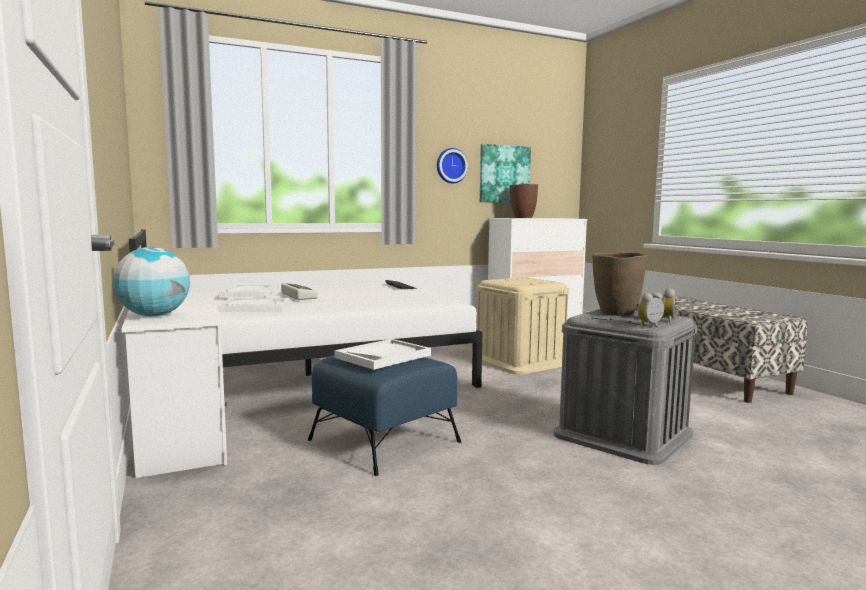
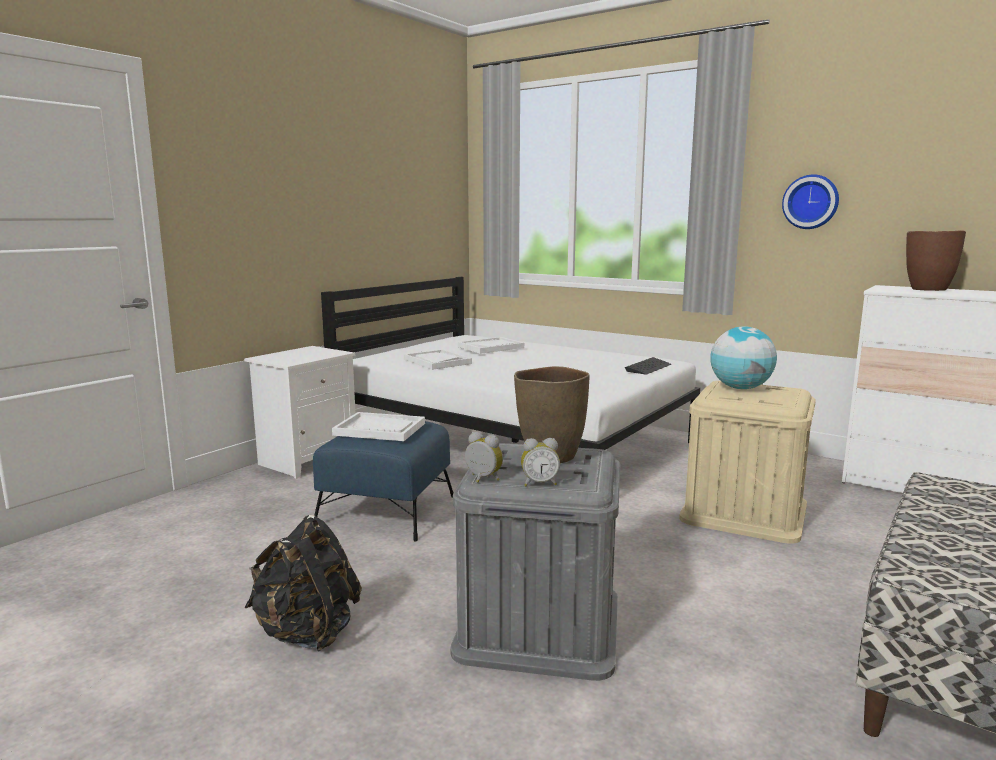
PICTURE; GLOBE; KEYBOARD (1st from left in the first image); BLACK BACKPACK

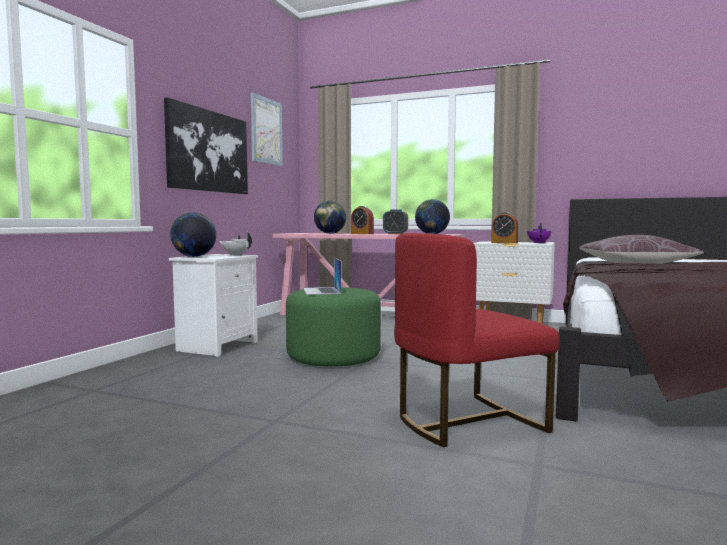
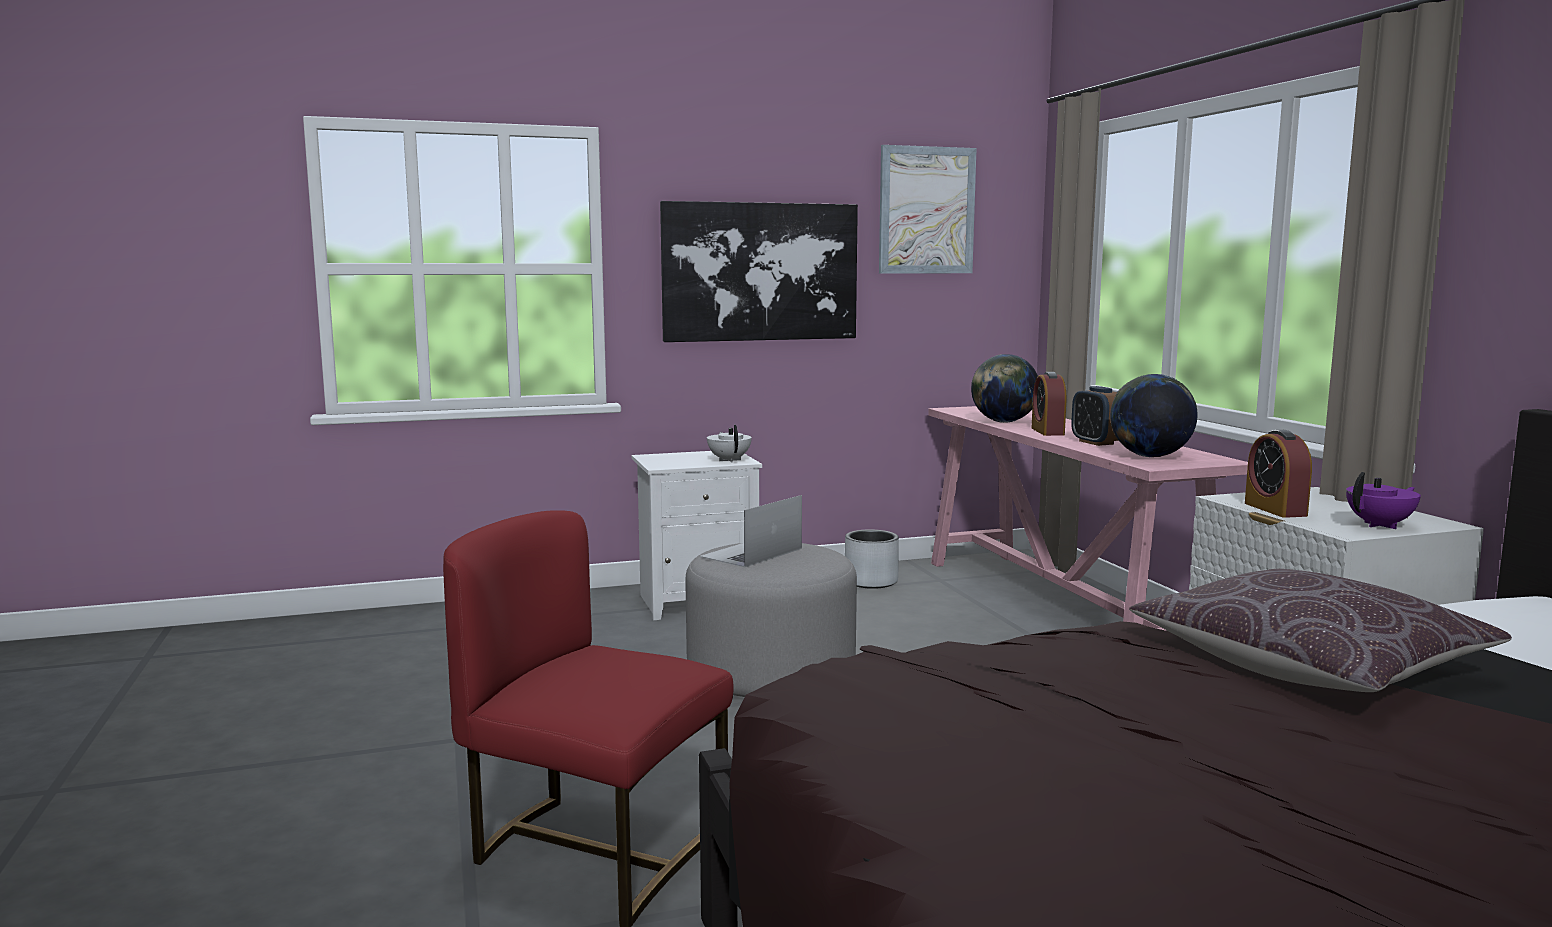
GLOBE (1st from left in the first image); GREY OTTOMAN; GREY PLANTER

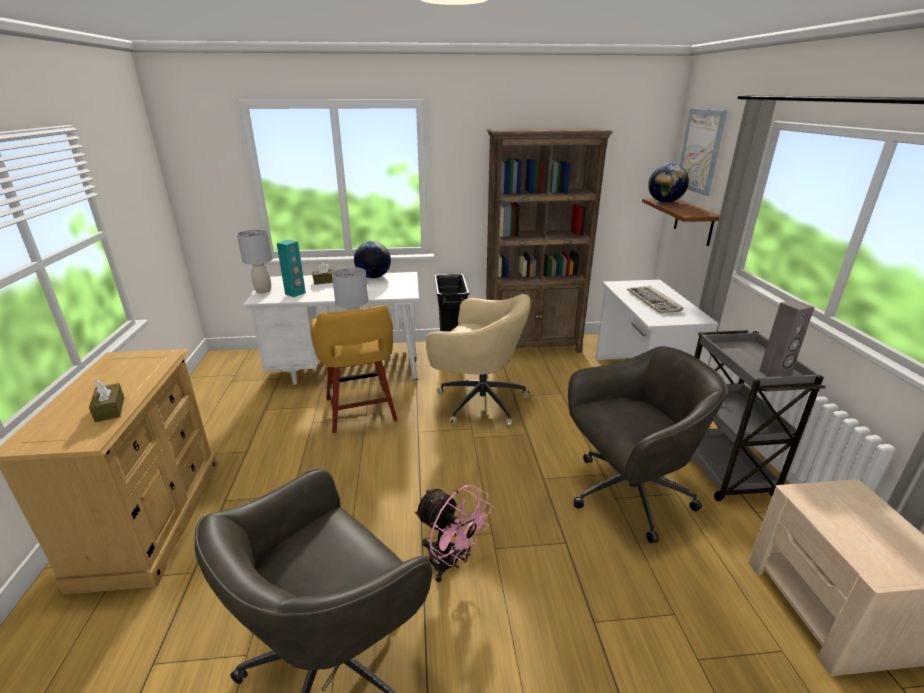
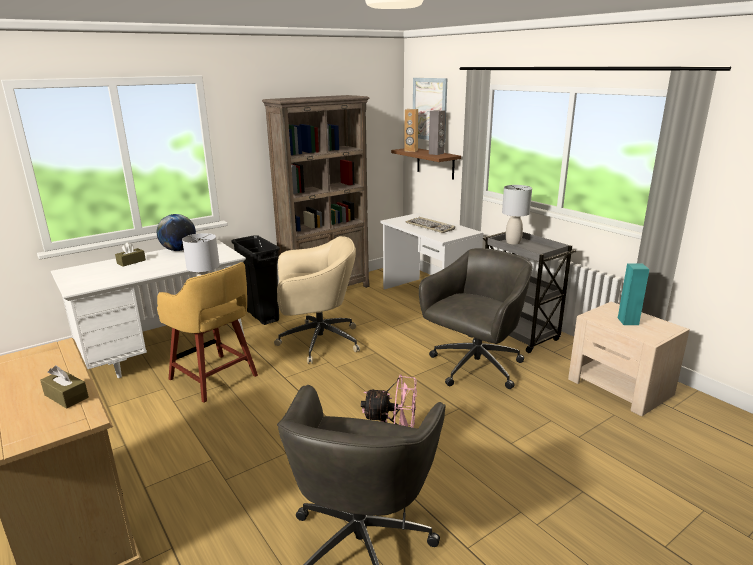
BROWN SPEAKER; GREY TABLE LAMP (2nd from left); TURQUOISE SPEAKER; GREY SPEAKER

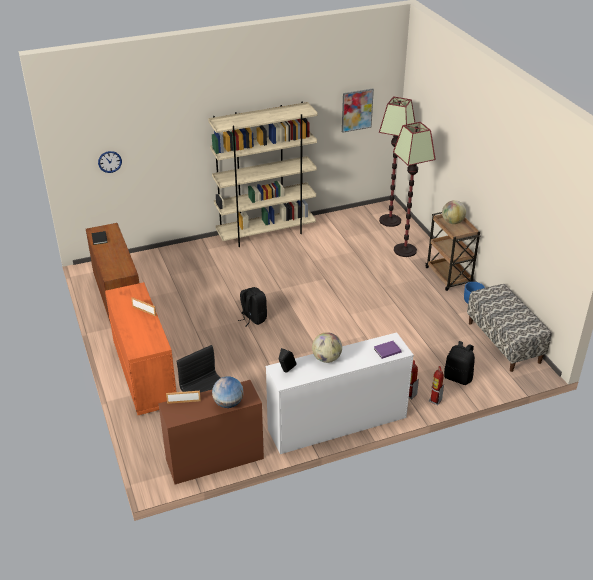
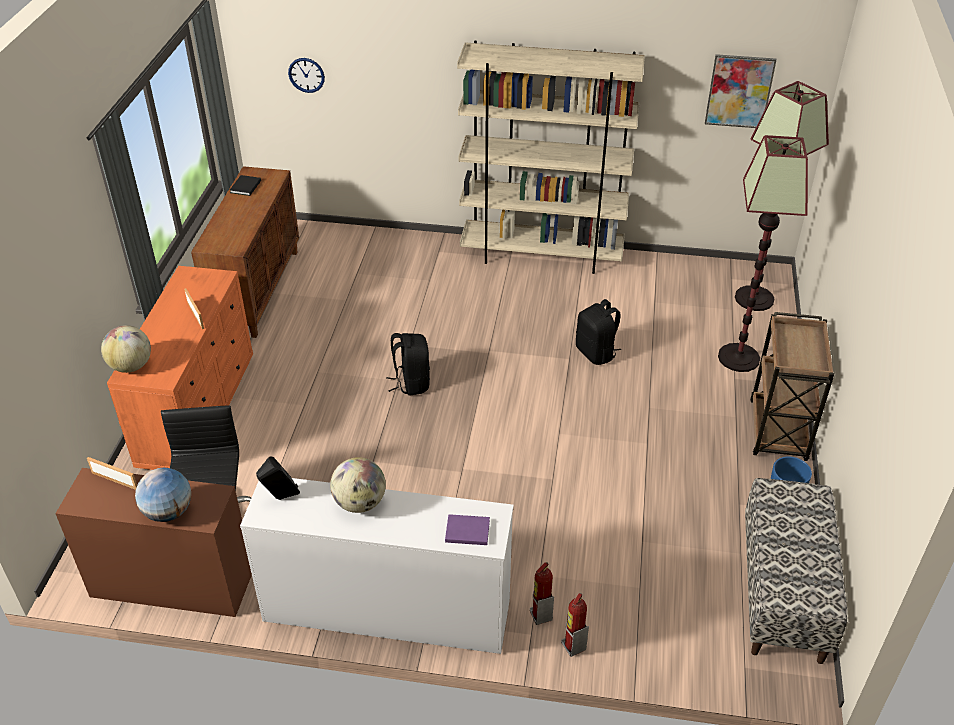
GLOBE (1st from left); BLACK BACKPACK (2nd from left)

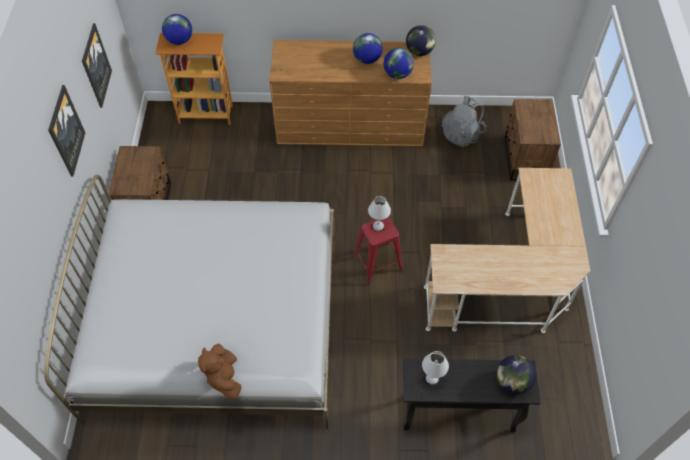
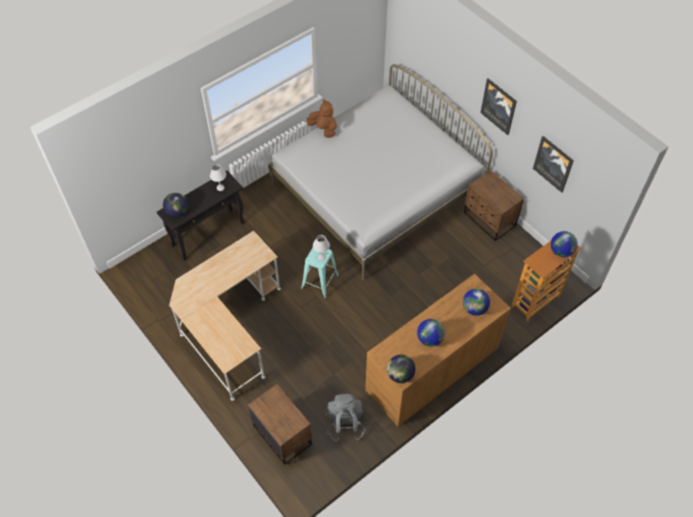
GLOBE (4th from left); TURQUOISE STOOL

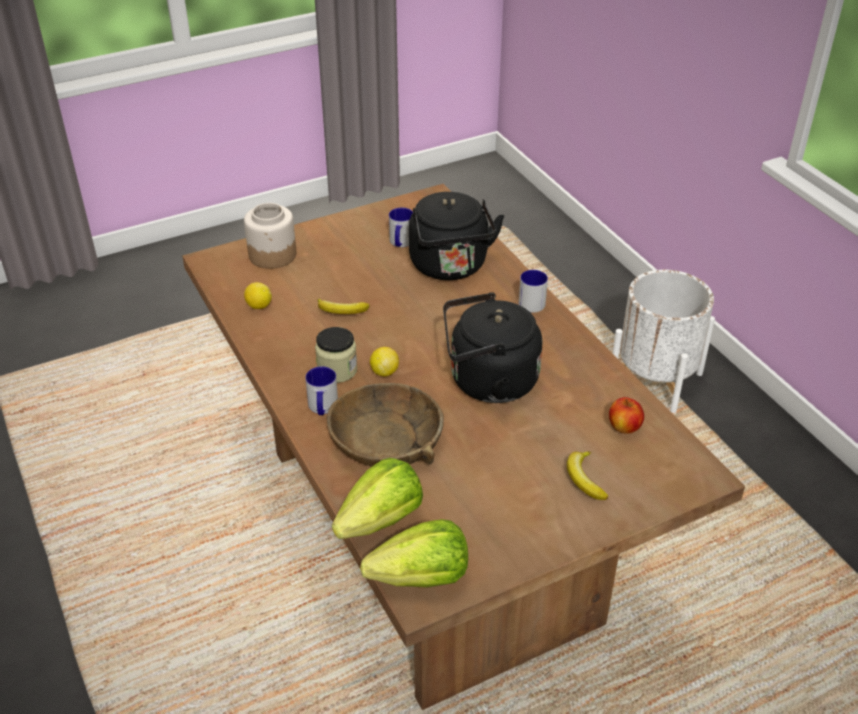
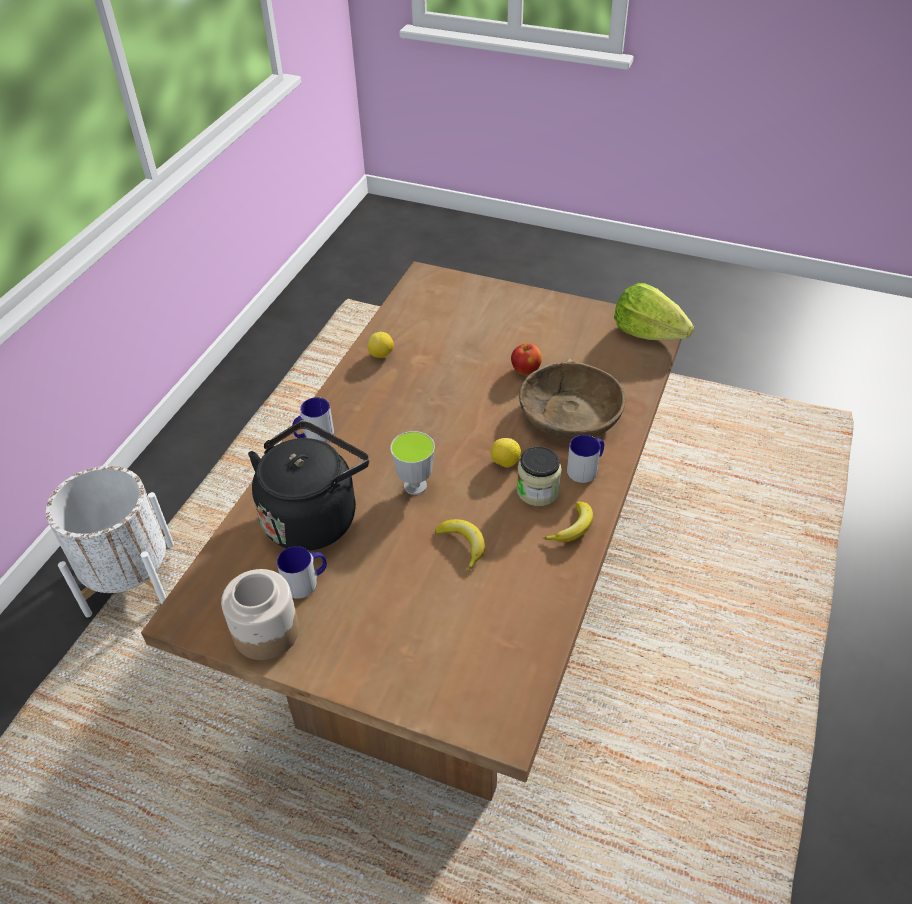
JAR (1st from left); LEMON (1st from left); BLACK KETTLE (2nd from left in the first image); APPLE; BANANA (2nd from left); LETTUCE (1st from left in the first image); CUP

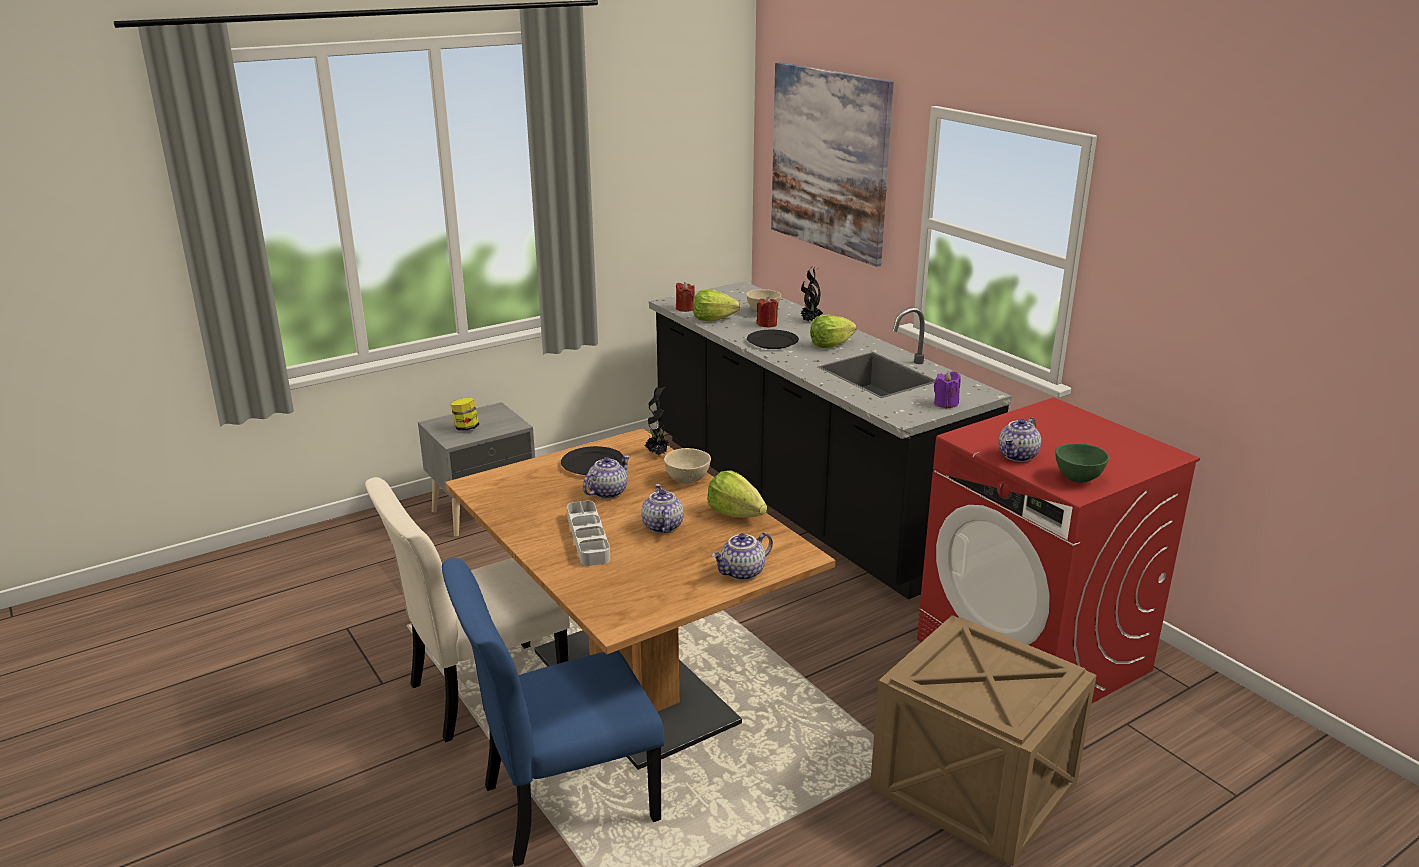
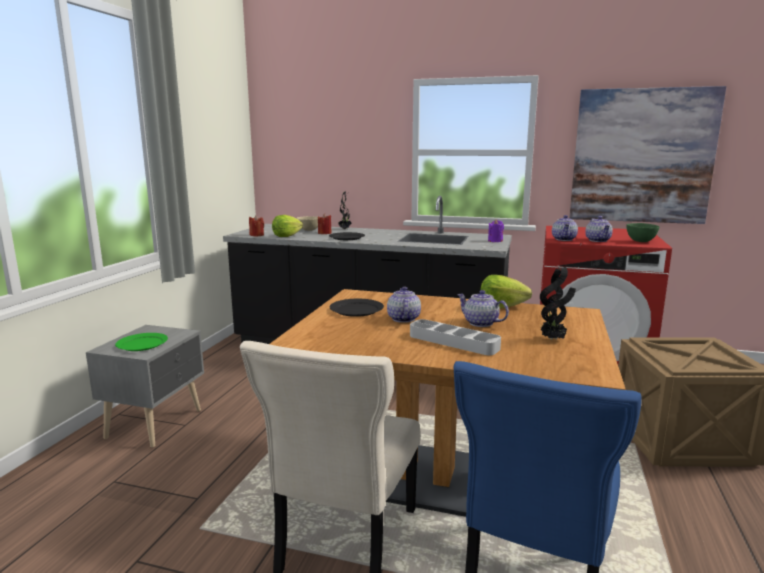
PICTURE; LETTUCE (3rd from left in the first image); POTTED PLANT (2nd from left); GREEN PLATE; BEIGE BOWL (1st from left in the first image); TEAPOT (3rd from left)

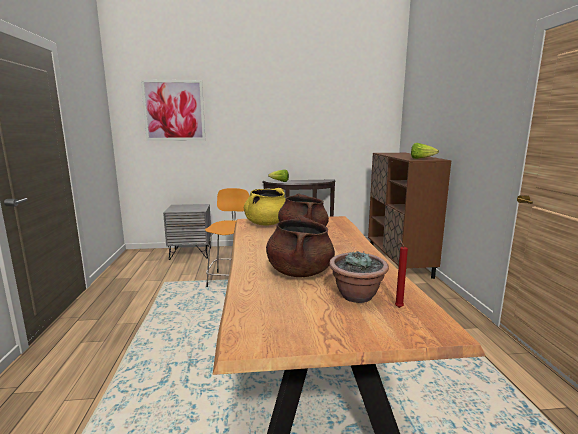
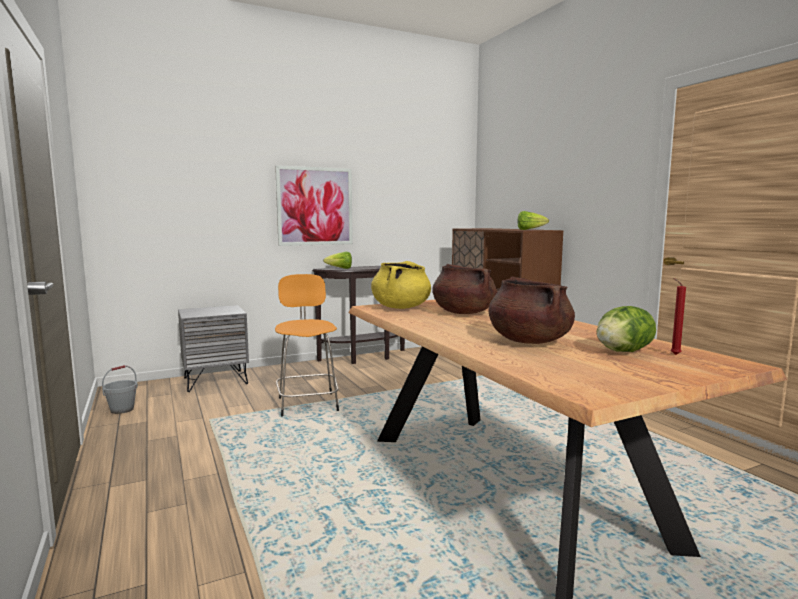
PICTURE; LETTUCE (3rd from left); GREY BUCKET

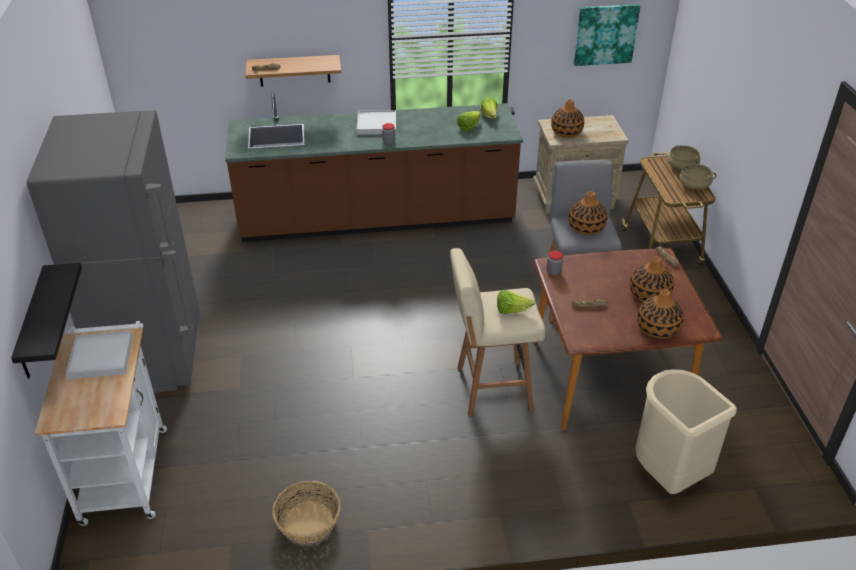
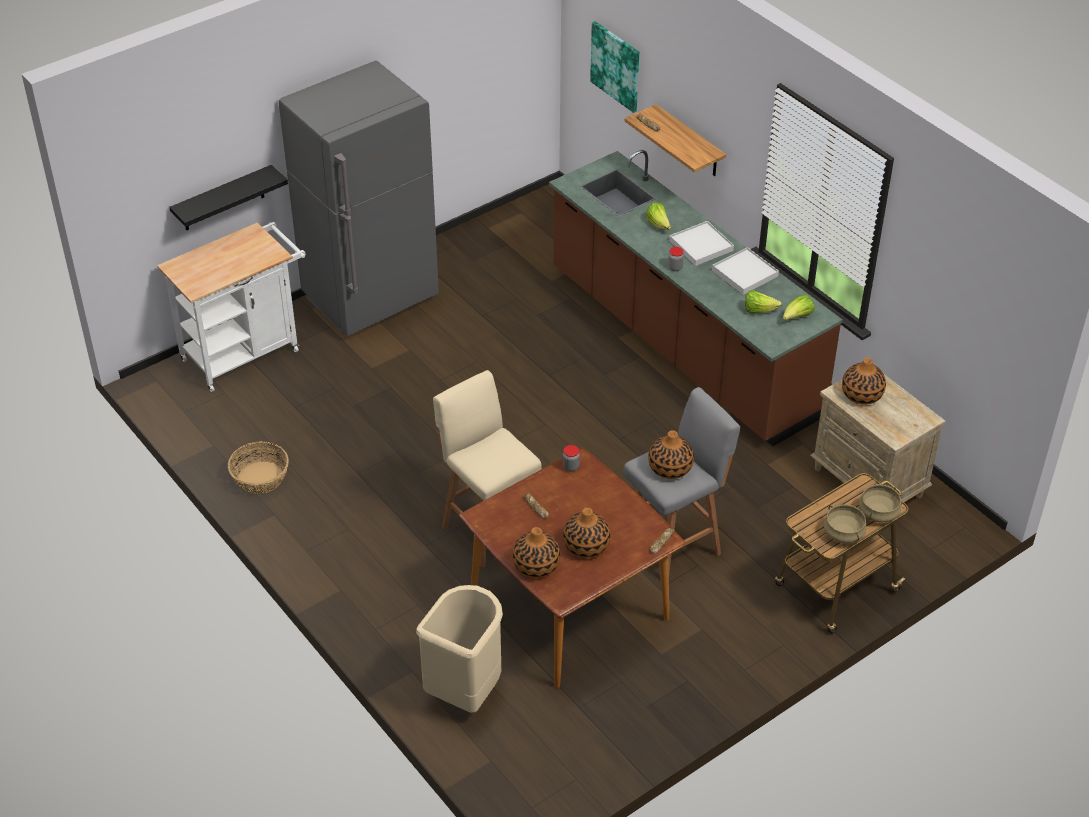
PICTURE; LETTUCE (1st from left); WHITE TRAY (2nd from left)

